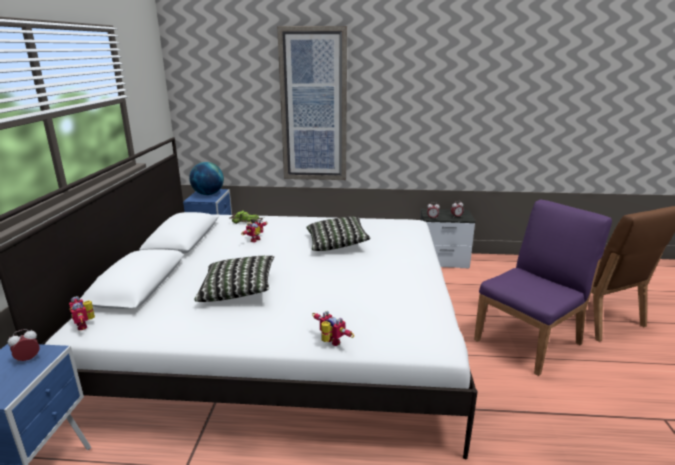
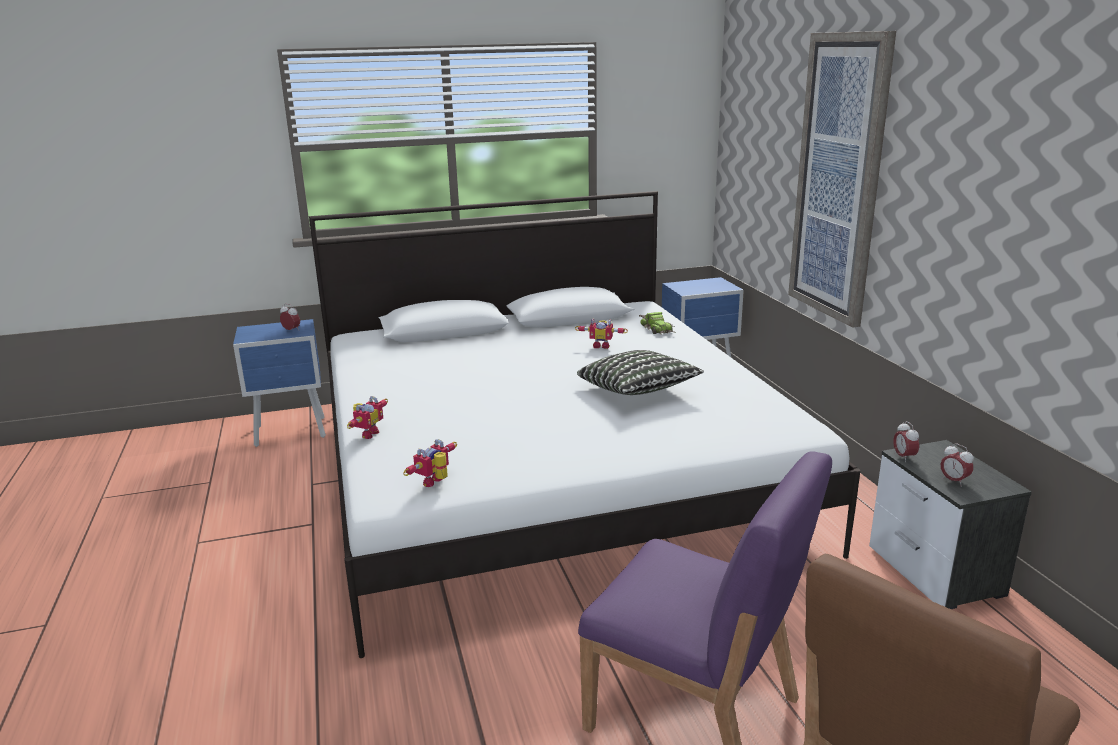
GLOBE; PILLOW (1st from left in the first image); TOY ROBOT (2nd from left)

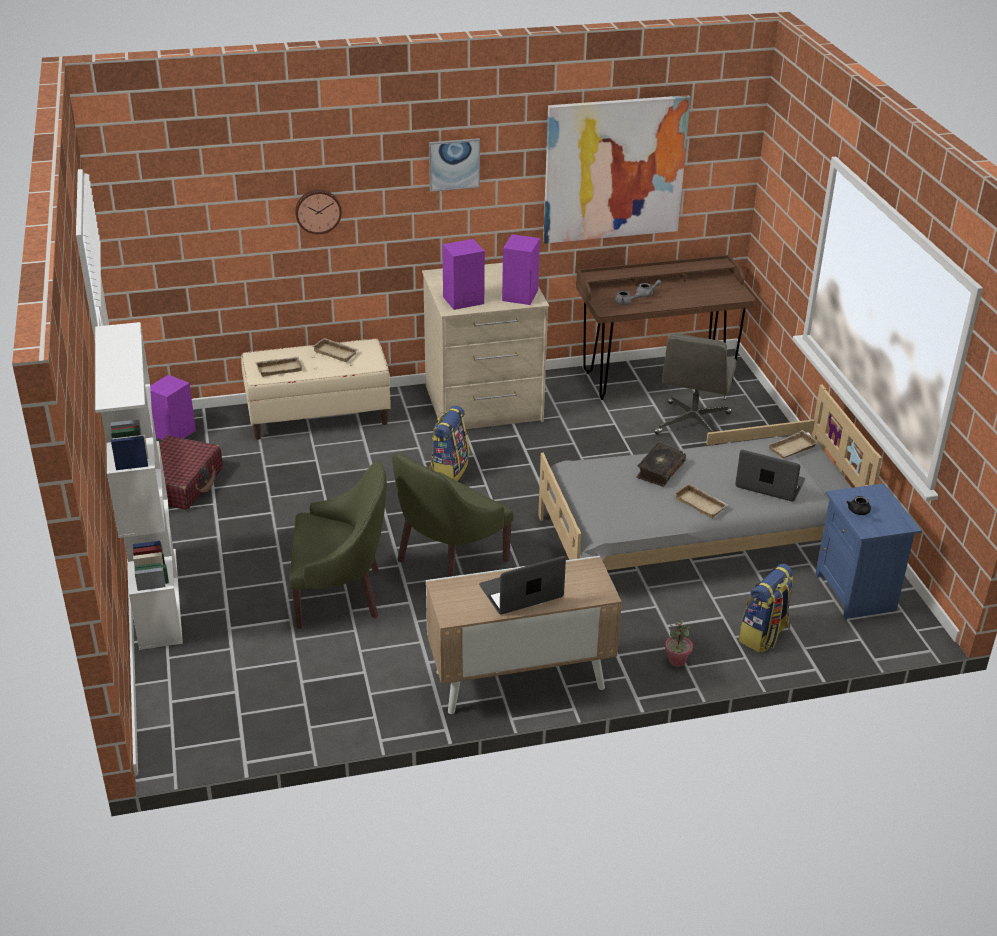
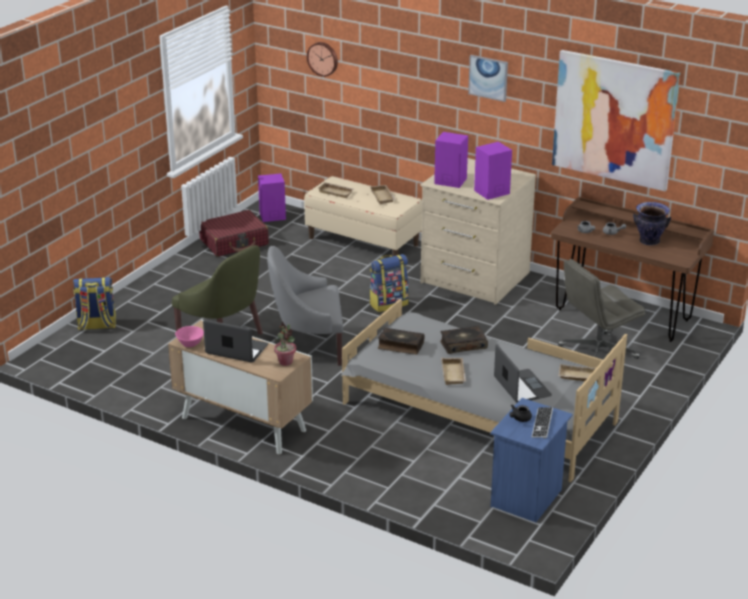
WALL CLOCK; WHITE BOOKCASE; GREY ARMCHAIR; BACKPACK (1st from left); POTTED PLANT; VASE; PINK BOWL; BOOK (1st from left); KEYBOARD

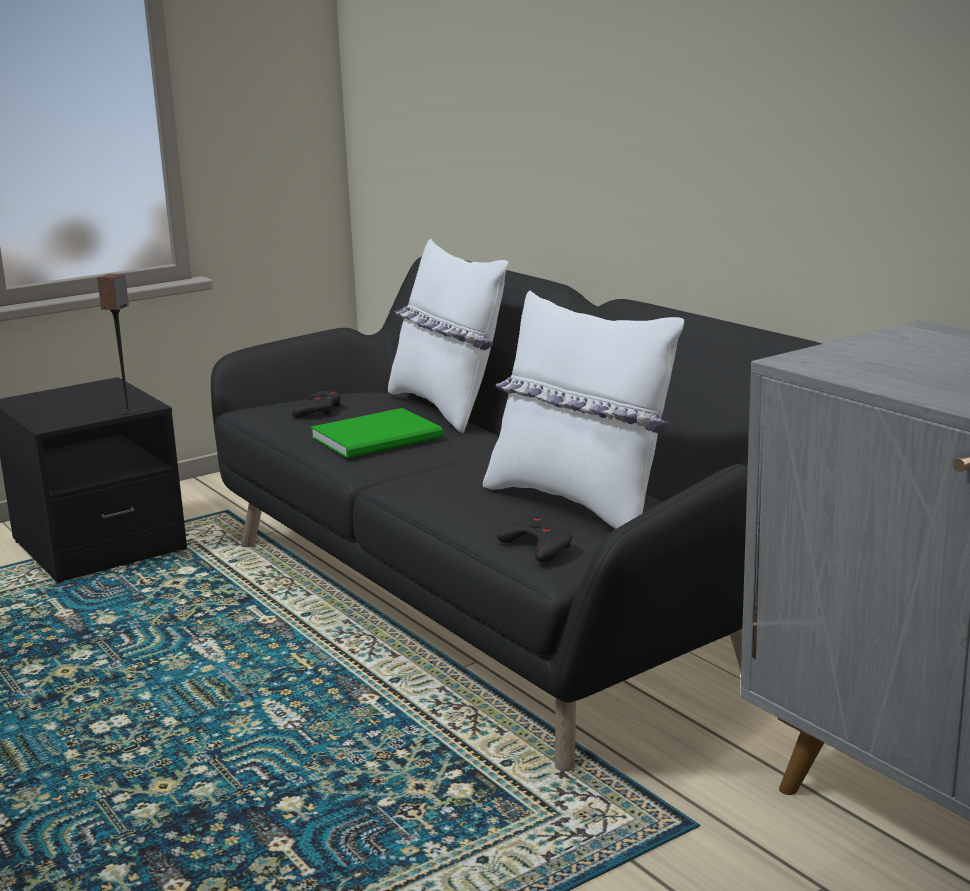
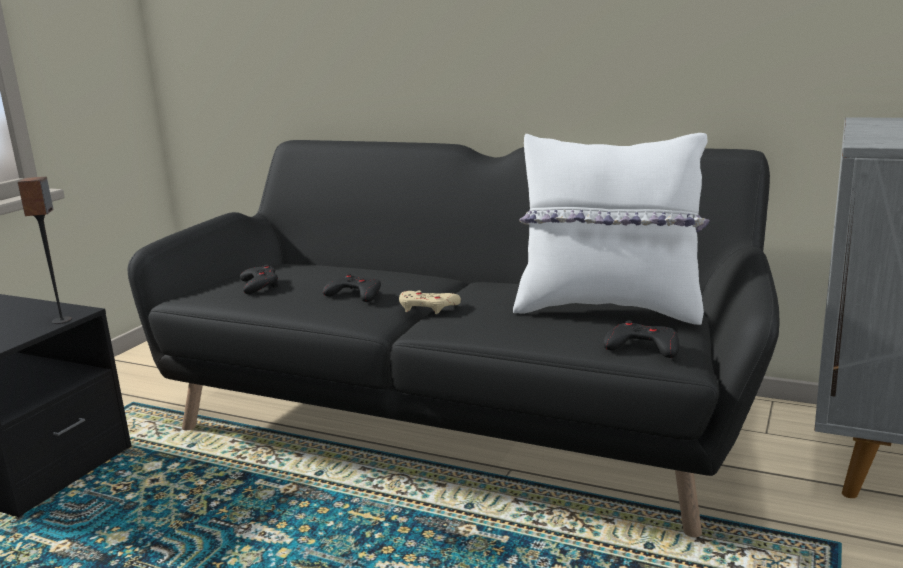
WHITE PILLOW (1st from left in the first image); BLACK GAME CONTROLLER (2nd from left); BEIGE GAME CONTROLLER

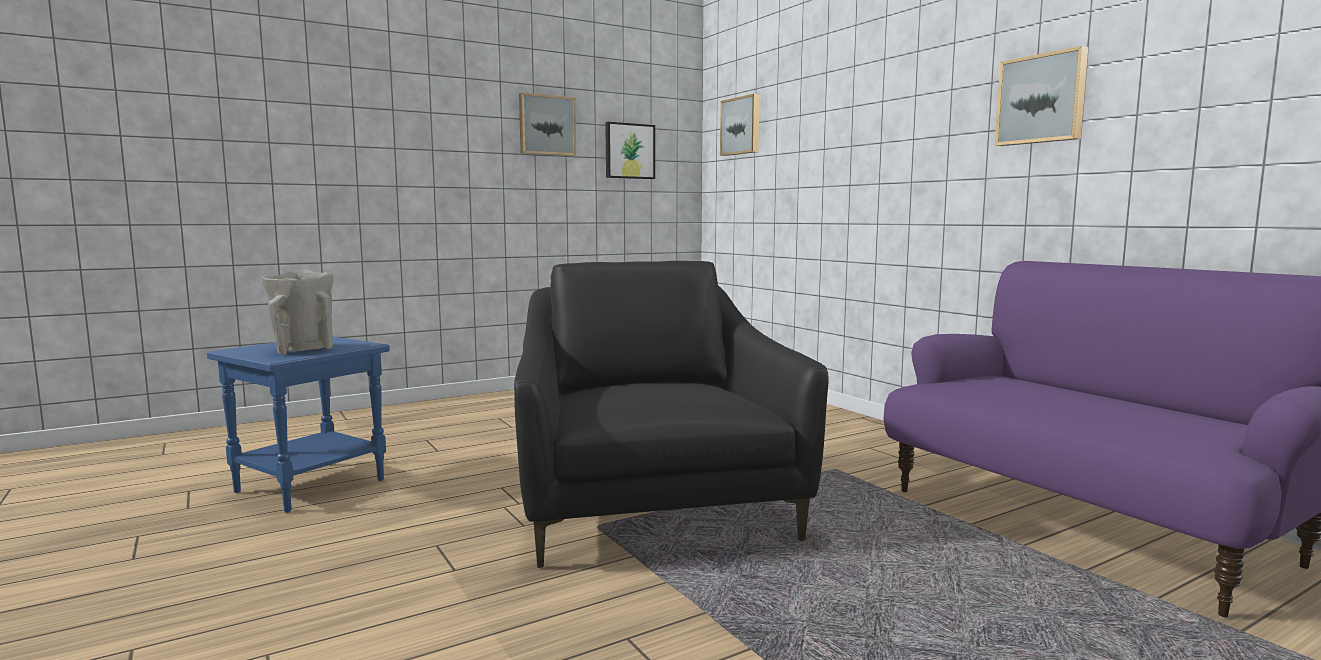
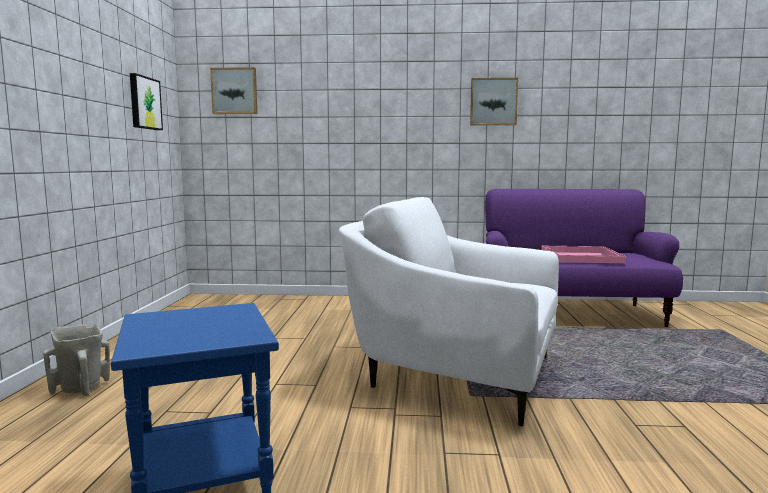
PICTURE (1st from left in the first image); WHITE ARMCHAIR; BEIGE VASE; PINK TRAY

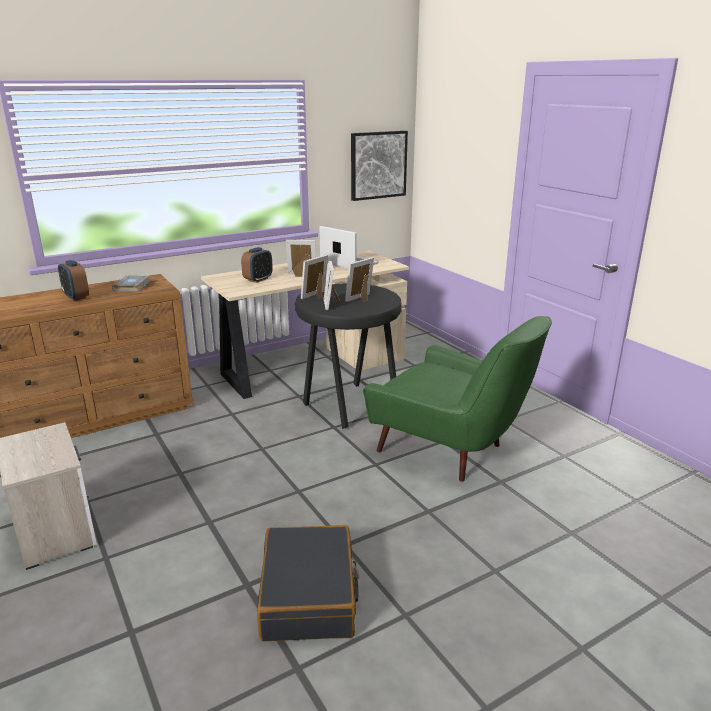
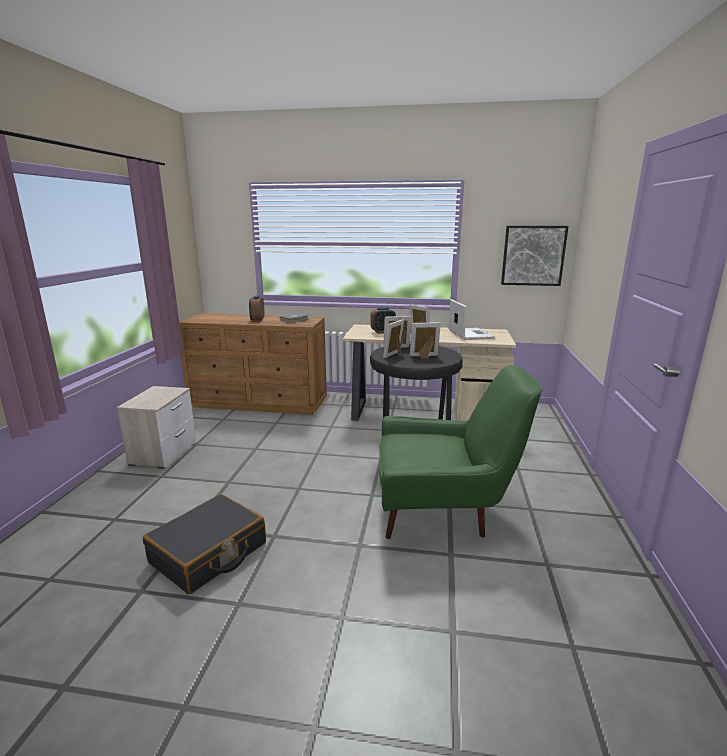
GREEN ARMCHAIR

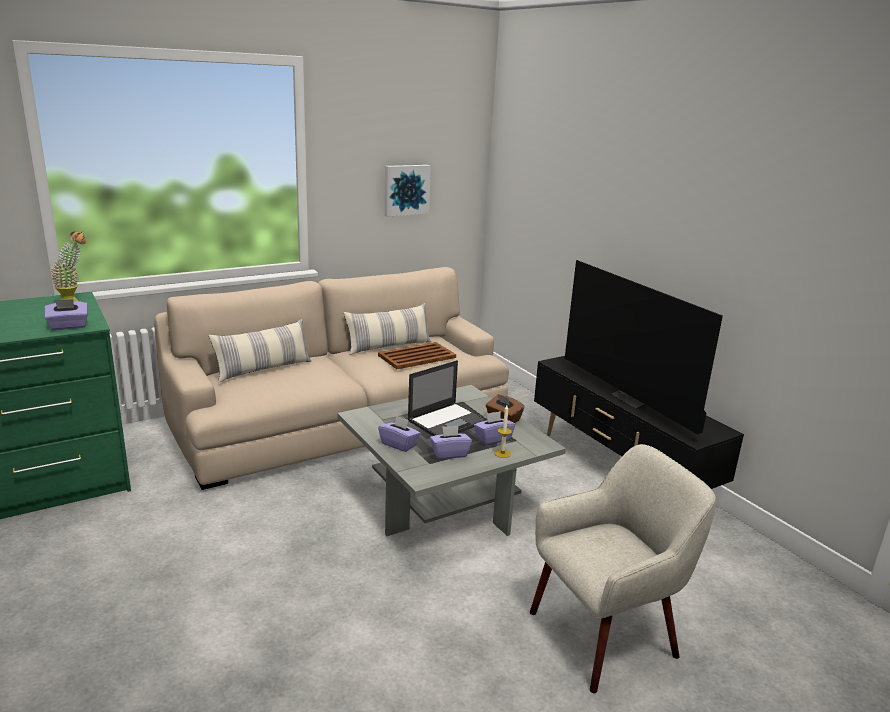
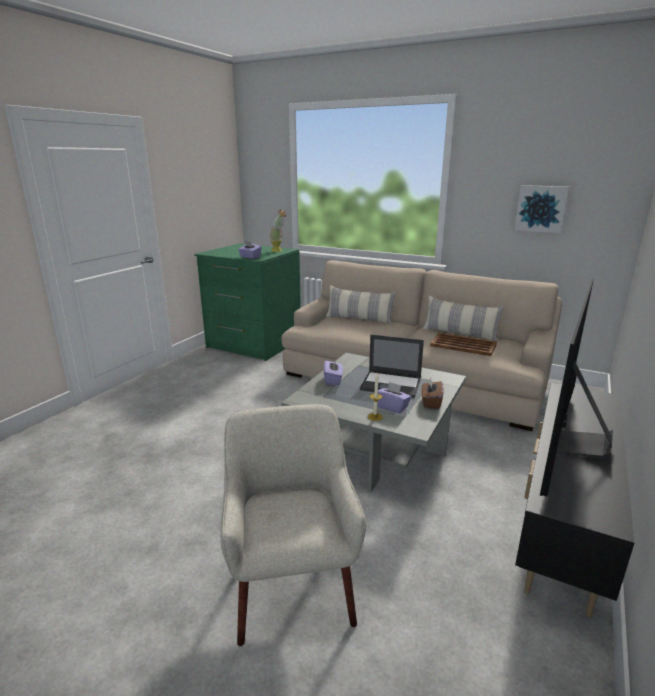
PURPLE TISSUE BOX (3rd from left in the first image); BEIGE ARMCHAIR

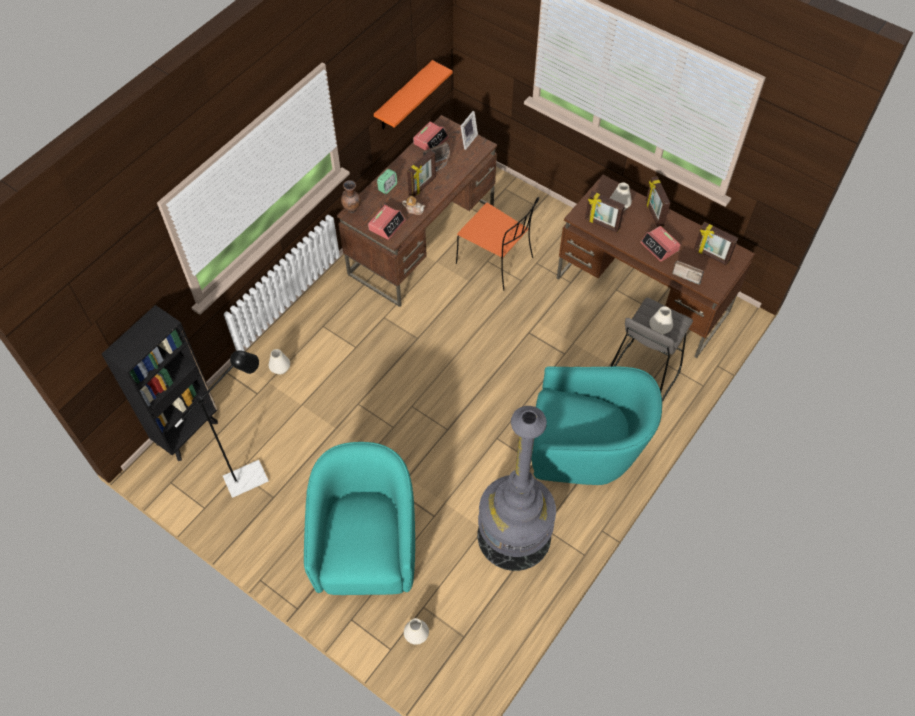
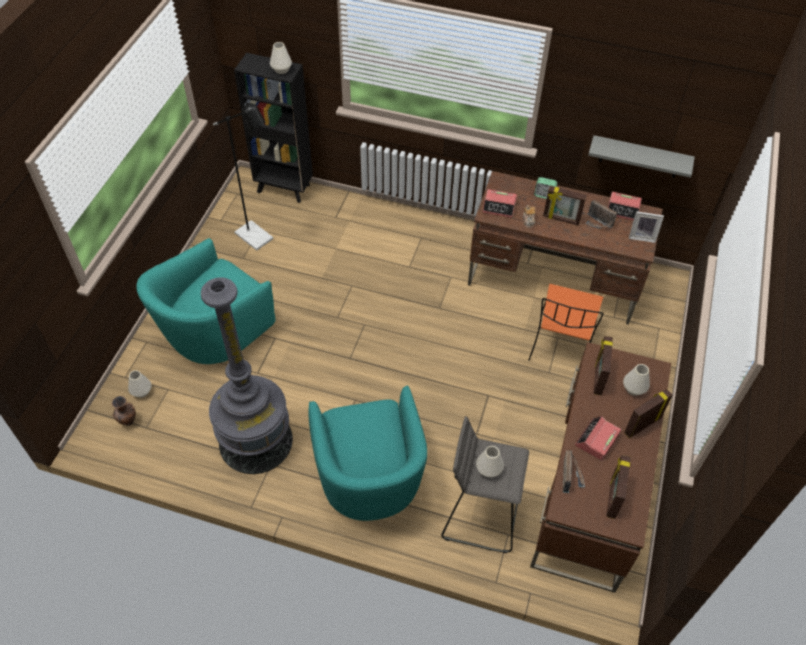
GREY SHELF; BROWN VASE; WHITE VASE (2nd from left); TURQUOISE ARMCHAIR (1st from left)

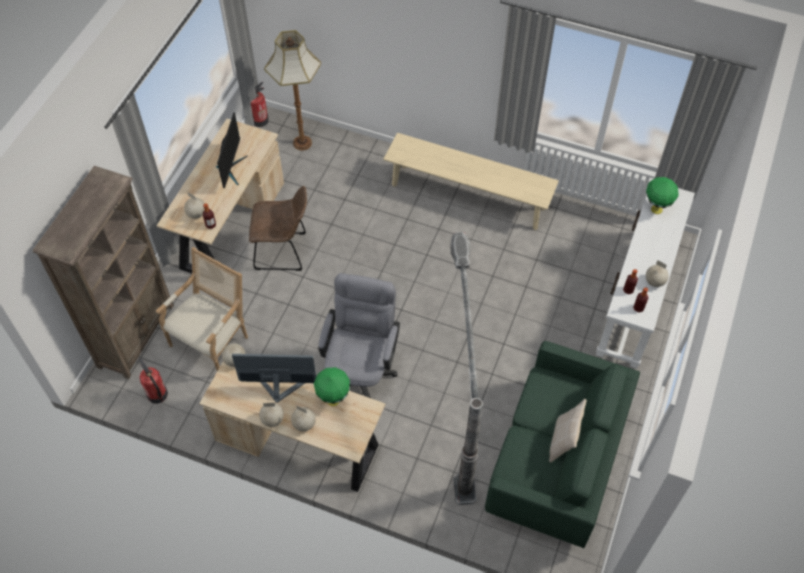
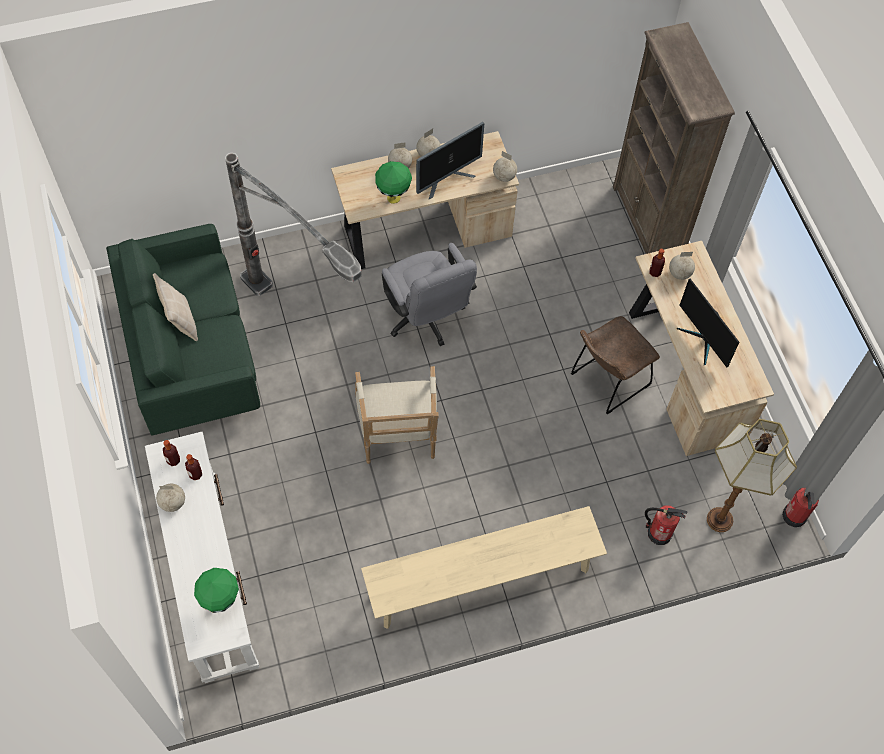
ARMCHAIR; FIRE EXTINGUISHER (1st from left)

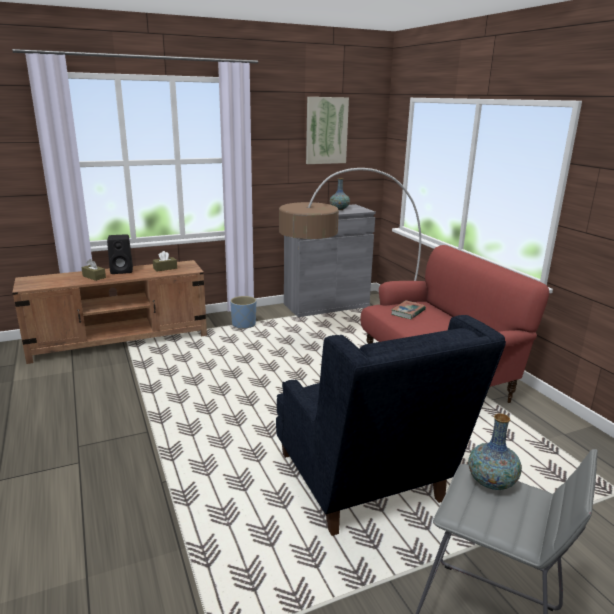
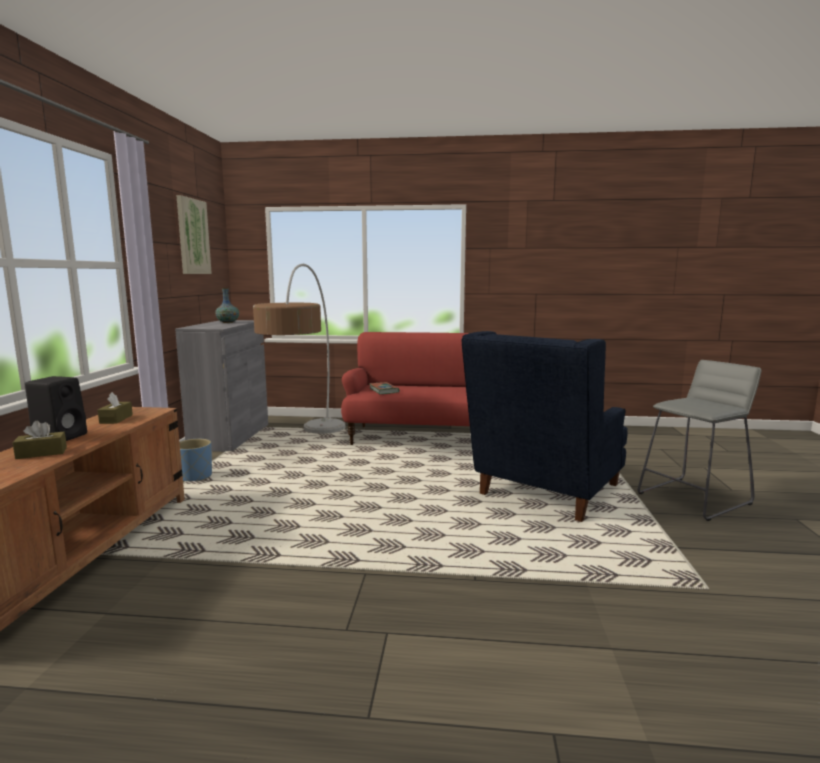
BLUE ARMCHAIR; VASE (2nd from left in the first image)

